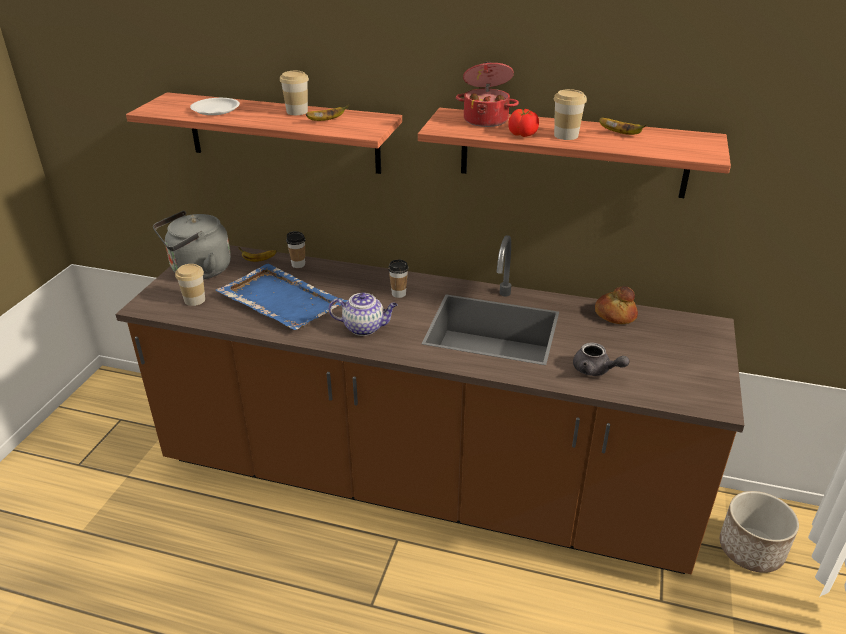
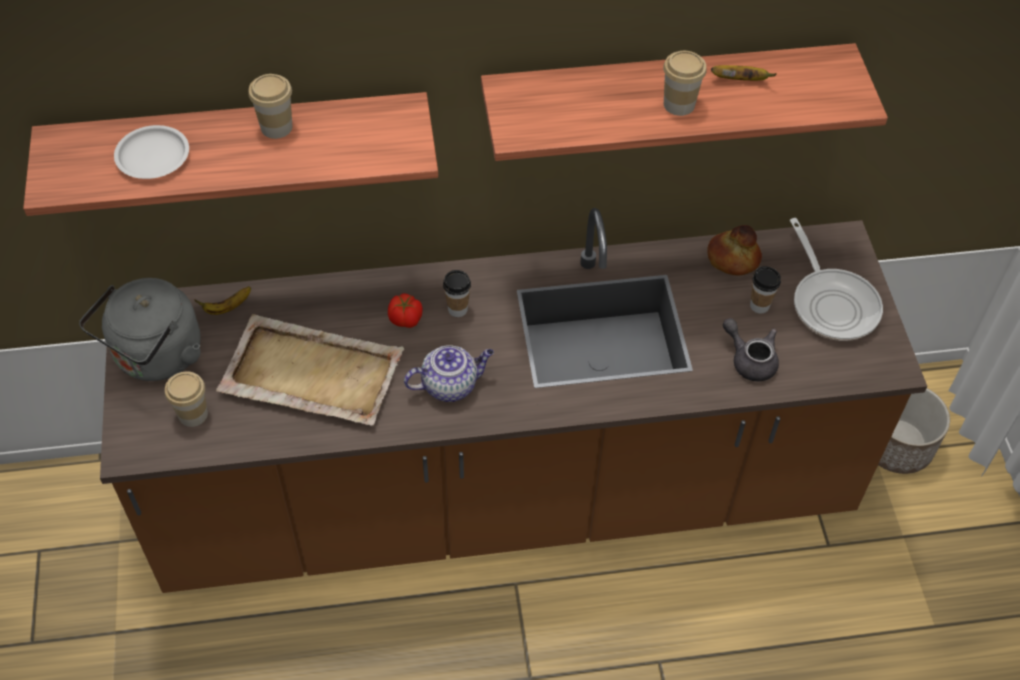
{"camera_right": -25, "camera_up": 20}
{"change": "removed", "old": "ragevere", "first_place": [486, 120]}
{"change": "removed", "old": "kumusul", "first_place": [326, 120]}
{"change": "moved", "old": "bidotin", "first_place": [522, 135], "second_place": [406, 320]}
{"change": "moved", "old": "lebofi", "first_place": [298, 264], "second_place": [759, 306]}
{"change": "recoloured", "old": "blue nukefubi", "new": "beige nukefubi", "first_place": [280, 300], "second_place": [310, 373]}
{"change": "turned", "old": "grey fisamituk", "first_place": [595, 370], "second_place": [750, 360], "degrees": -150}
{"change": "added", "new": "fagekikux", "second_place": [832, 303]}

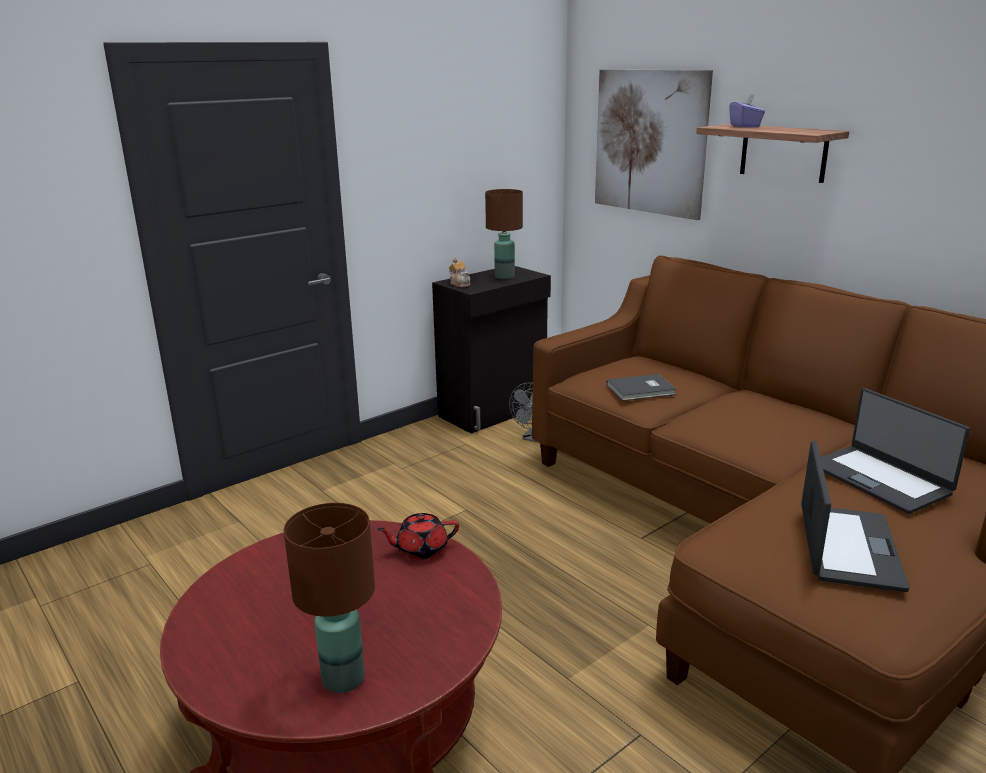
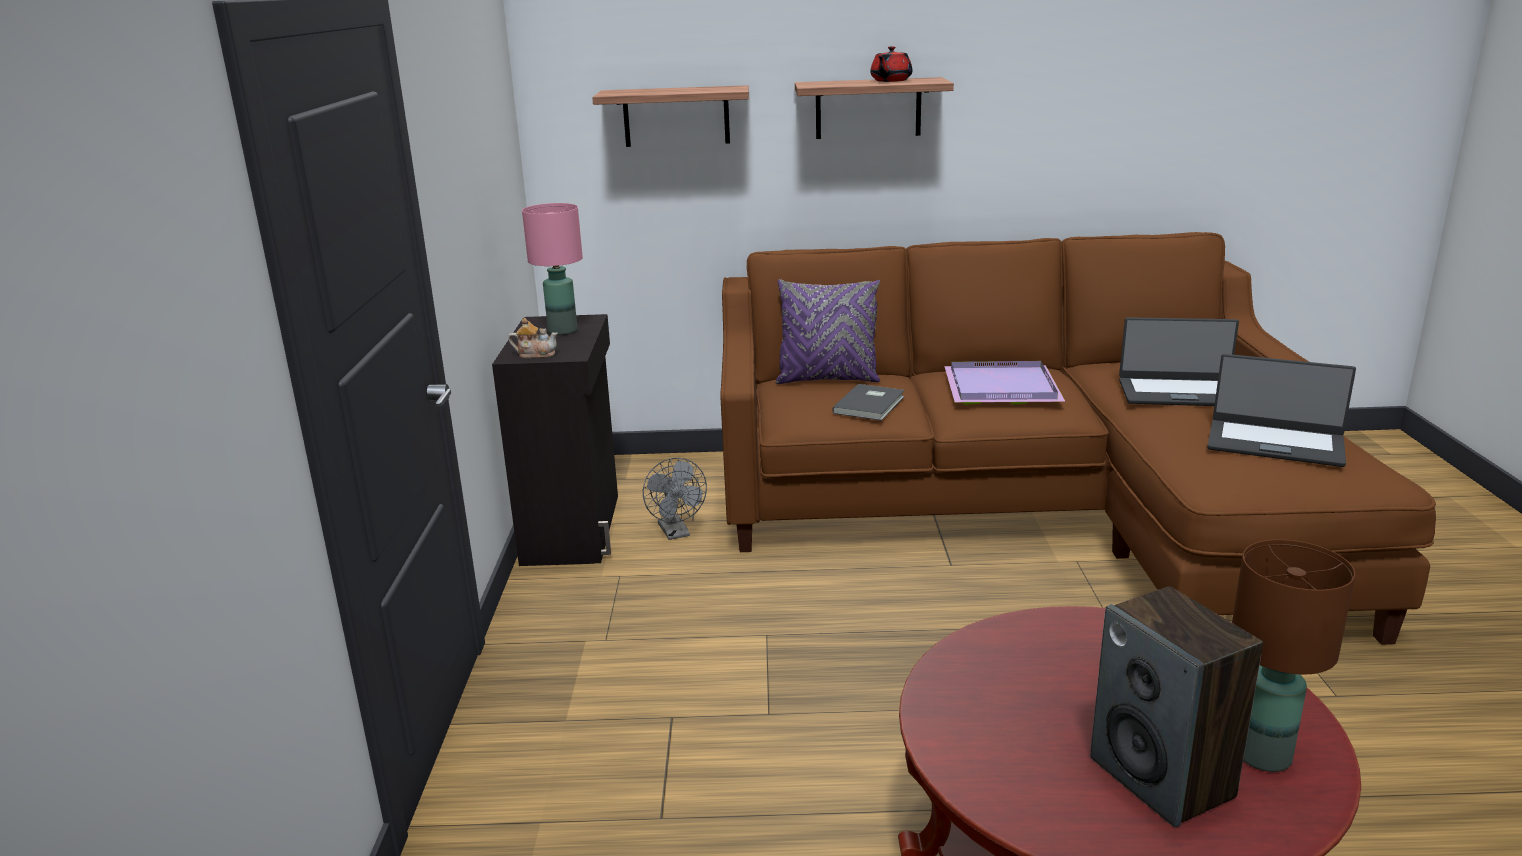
{"camera_right": -50, "camera_up": 0}
{"change": "replaced", "old": "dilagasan", "new": "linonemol", "first_place": [650, 142], "second_place": [676, 116]}
{"change": "removed", "old": "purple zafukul", "first_place": [745, 126]}
{"change": "recoloured", "old": "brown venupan", "new": "pink venupan", "first_place": [504, 277], "second_place": [562, 331]}
{"change": "turned", "old": "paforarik", "first_place": [847, 547], "second_place": [1275, 443], "degrees": 150}
{"change": "moved", "old": "red fisamituk", "first_place": [421, 549], "second_place": [890, 81]}
{"change": "added", "new": "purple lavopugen", "second_place": [827, 379]}
{"change": "added", "new": "purple nukefubi", "second_place": [1000, 388]}
{"change": "added", "new": "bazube", "second_place": [1163, 778]}

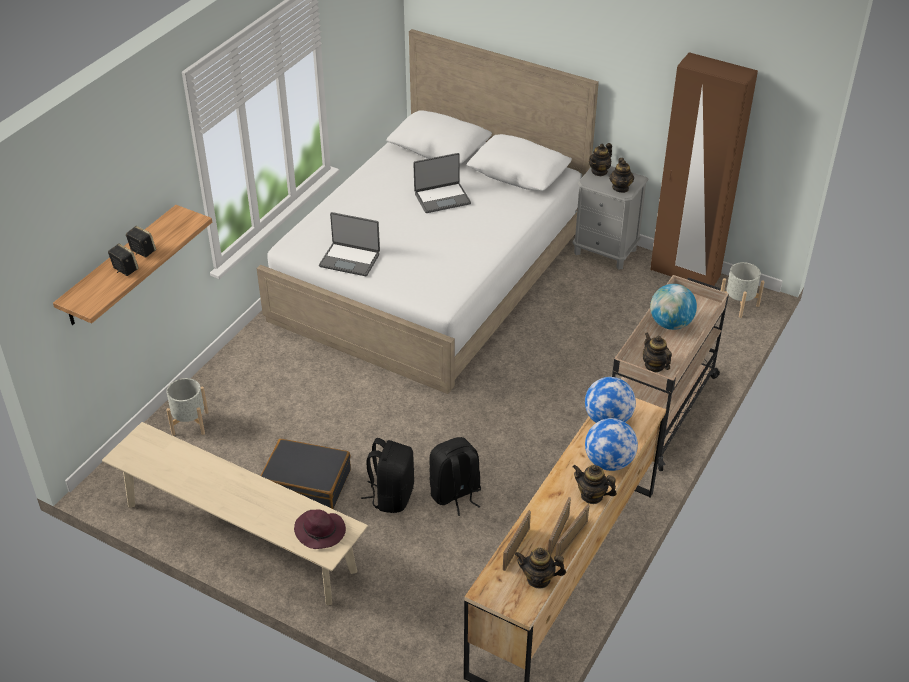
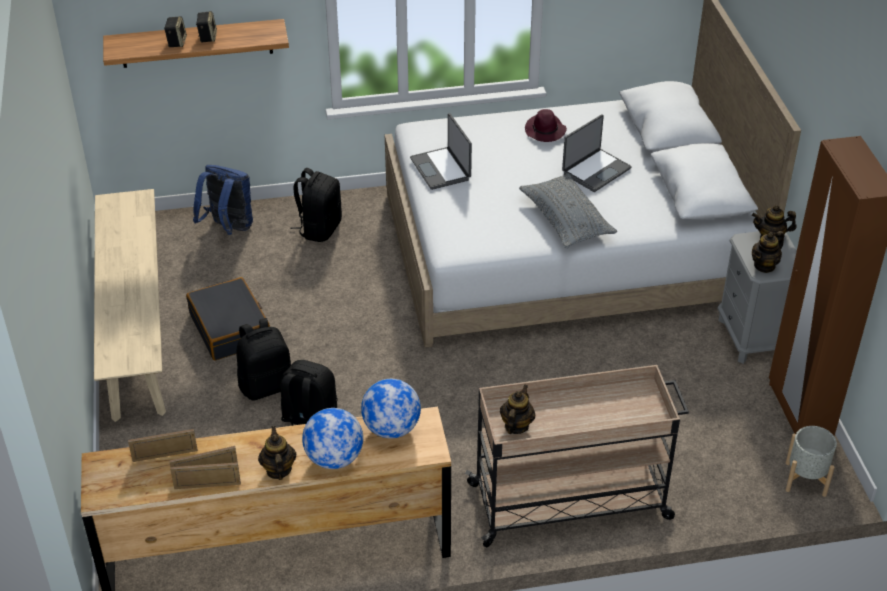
{"camera_right": 50, "camera_up": 0}
{"change": "turned", "old": "paforarik", "first_place": [442, 198], "second_place": [595, 170], "degrees": -75}
{"change": "removed", "old": "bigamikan", "first_place": [670, 324]}
{"change": "replaced", "old": "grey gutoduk", "new": "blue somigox", "first_place": [190, 423], "second_place": [228, 228]}
{"change": "moved", "old": "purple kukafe", "first_place": [320, 531], "second_place": [545, 131]}
{"change": "removed", "old": "fisamituk", "first_place": [539, 579]}
{"change": "added", "new": "black somigox", "second_place": [319, 229]}
{"change": "added", "new": "grey lavopugen", "second_place": [566, 220]}

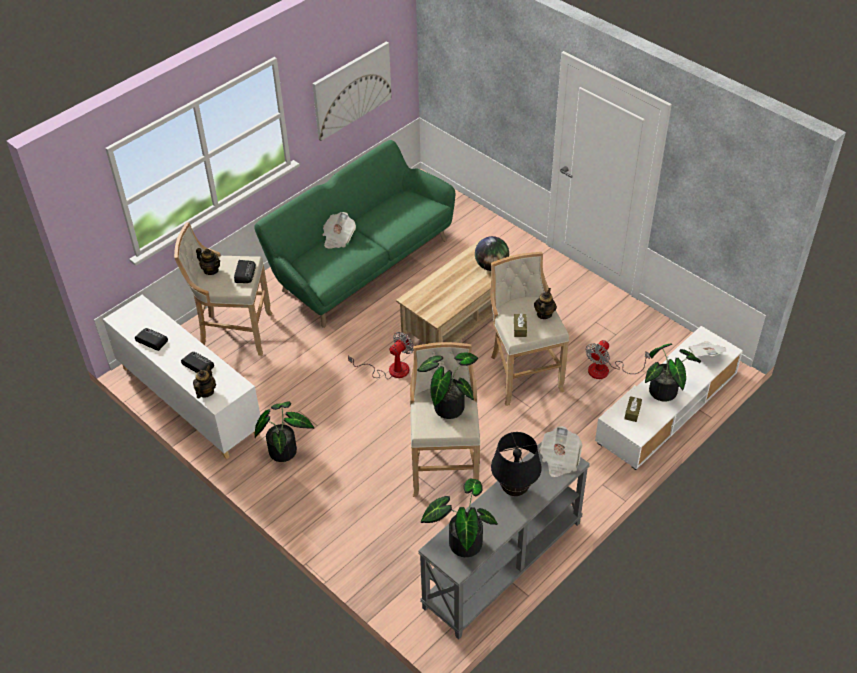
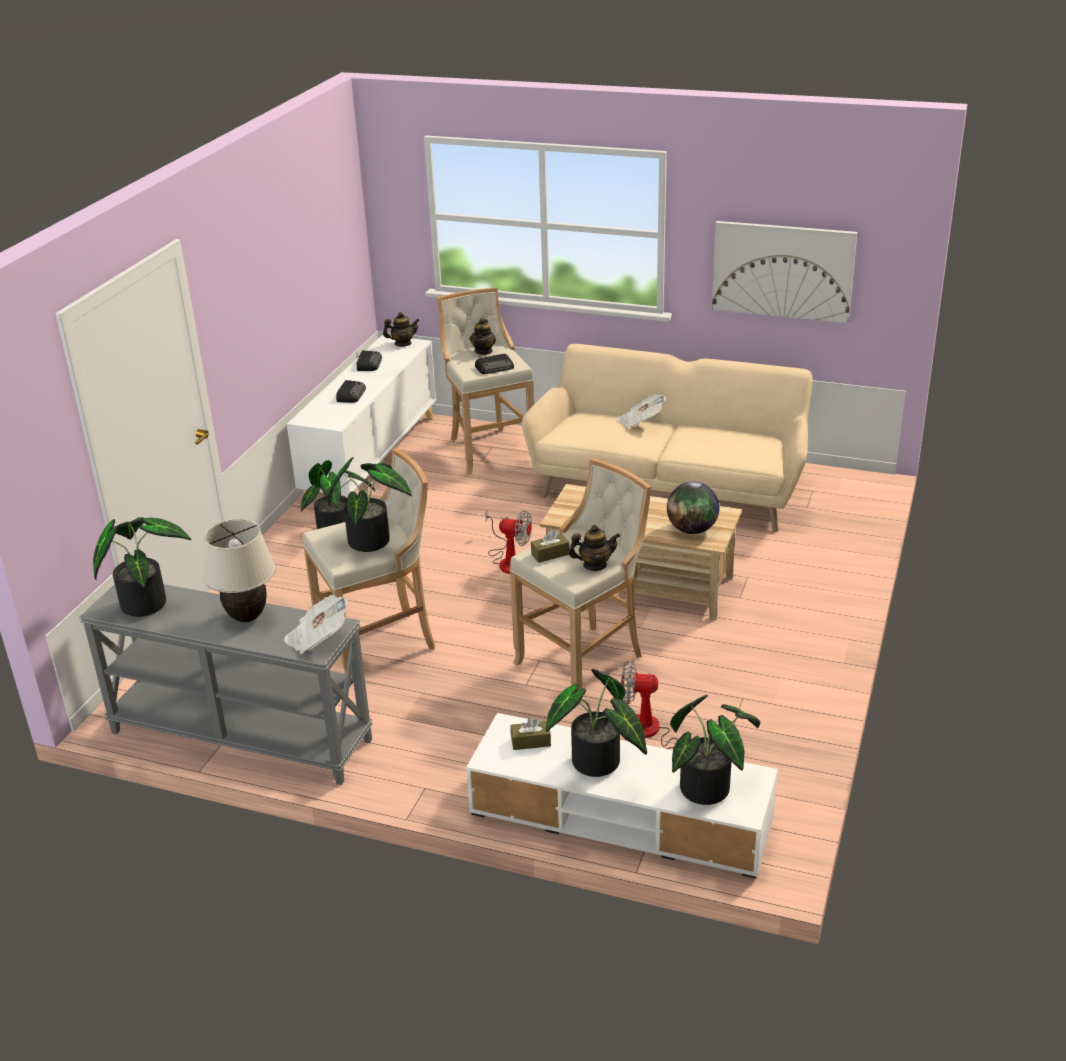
{"camera_right": 65, "camera_up": -15}
{"change": "recoloured", "old": "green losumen", "new": "beige losumen", "first_place": [360, 264], "second_place": [670, 487]}
{"change": "replaced", "old": "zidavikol", "new": "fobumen", "first_place": [705, 355], "second_place": [711, 788]}
{"change": "moved", "old": "fisamituk", "first_place": [206, 392], "second_place": [403, 344]}
{"change": "recoloured", "old": "black venupan", "new": "beige venupan", "first_place": [514, 490], "second_place": [246, 617]}

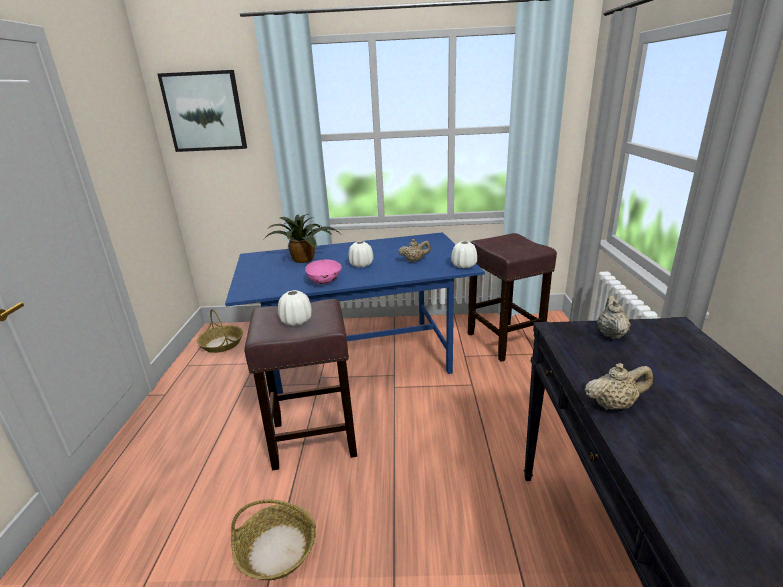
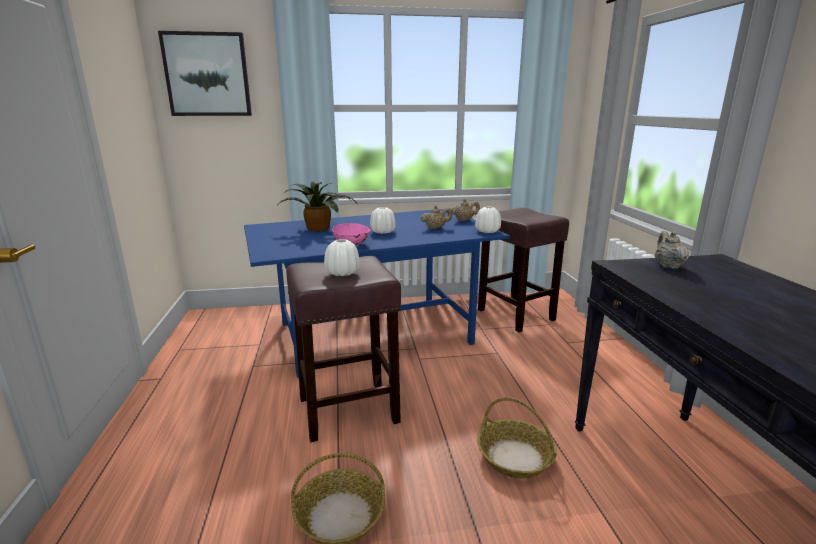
{"camera_right": -10, "camera_up": -5}
{"change": "moved", "old": "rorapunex", "first_place": [222, 344], "second_place": [515, 457]}
{"change": "moved", "old": "beige fisamituk", "first_place": [614, 405], "second_place": [464, 220]}

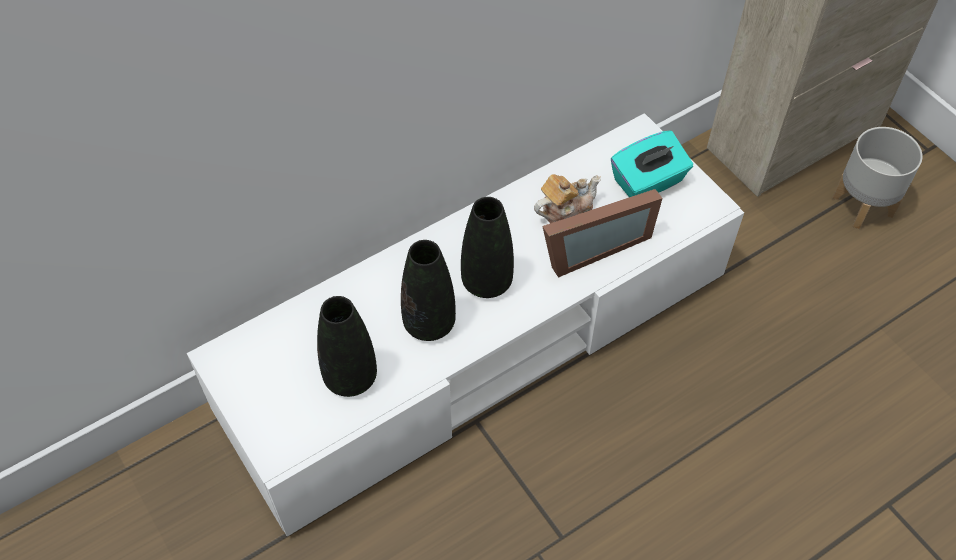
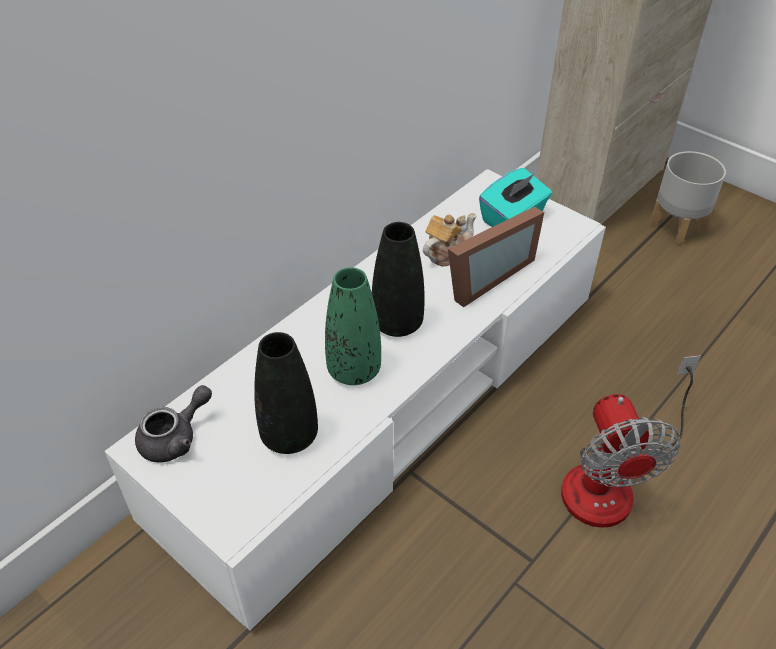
{"camera_right": -15, "camera_up": -10}
{"change": "recoloured", "old": "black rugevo", "new": "green rugevo", "first_place": [429, 323], "second_place": [354, 370]}
{"change": "added", "new": "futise", "second_place": [612, 479]}
{"change": "added", "new": "grey fisamituk", "second_place": [176, 438]}

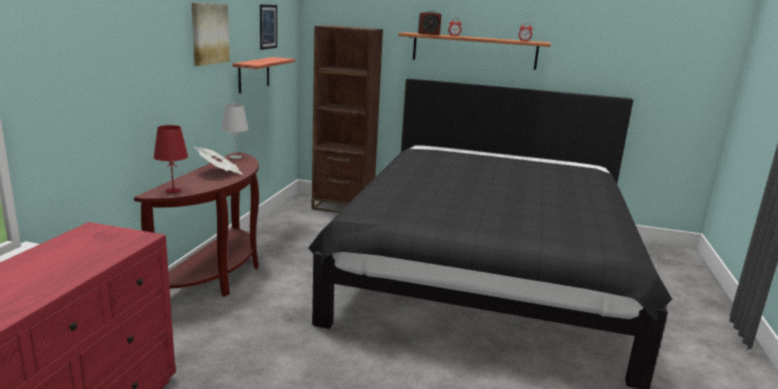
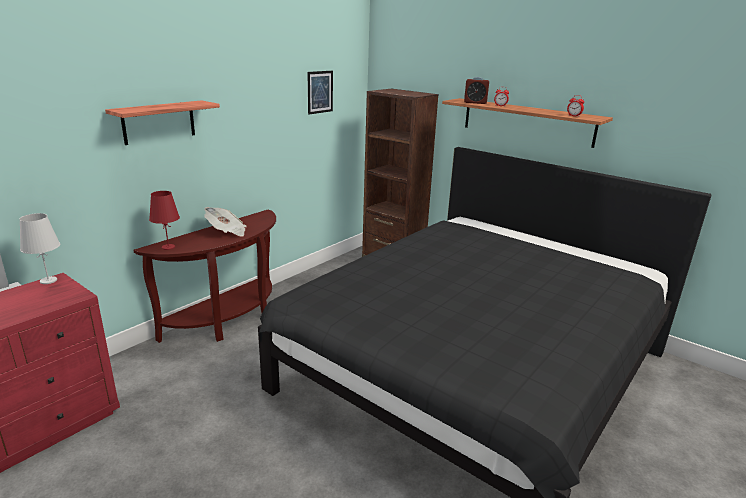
{"camera_right": 25, "camera_up": 5}
{"change": "removed", "old": "dilagasan", "first_place": [209, 33]}
{"change": "moved", "old": "linonemol", "first_place": [254, 74], "second_place": [159, 122]}
{"change": "moved", "old": "white venupan", "first_place": [235, 157], "second_place": [48, 280]}

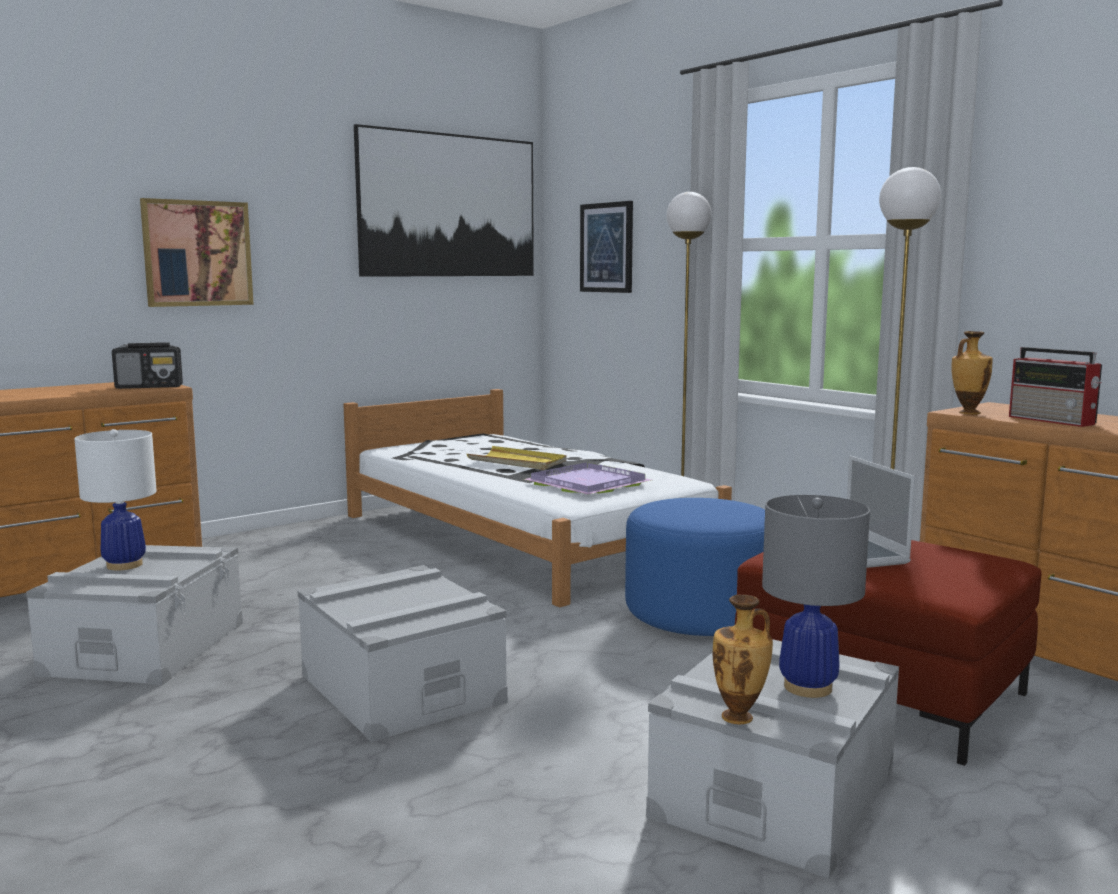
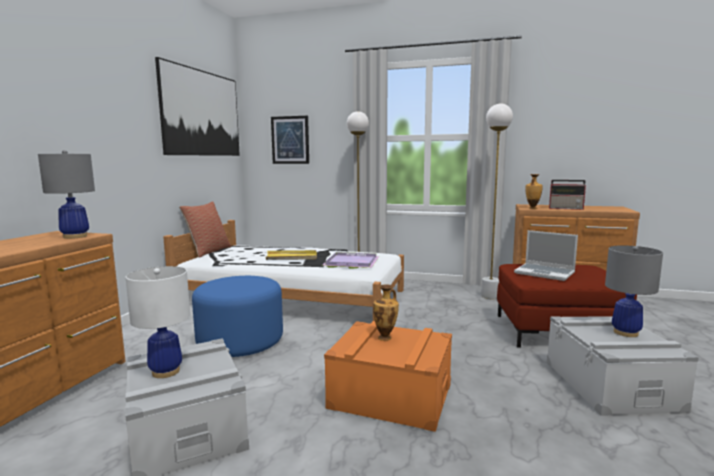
{"camera_right": -35, "camera_up": 0}
{"change": "removed", "old": "dilagasan", "first_place": [197, 253]}
{"change": "replaced", "old": "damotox", "new": "grey venupan", "first_place": [150, 387], "second_place": [75, 236]}
{"change": "moved", "old": "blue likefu", "first_place": [700, 613], "second_place": [240, 341]}
{"change": "recoloured", "old": "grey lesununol", "new": "orange lesununol", "first_place": [401, 688], "second_place": [390, 396]}
{"change": "moved", "old": "rugevo", "first_place": [739, 718], "second_place": [385, 338]}
{"change": "added", "new": "lavopugen", "second_place": [208, 251]}

